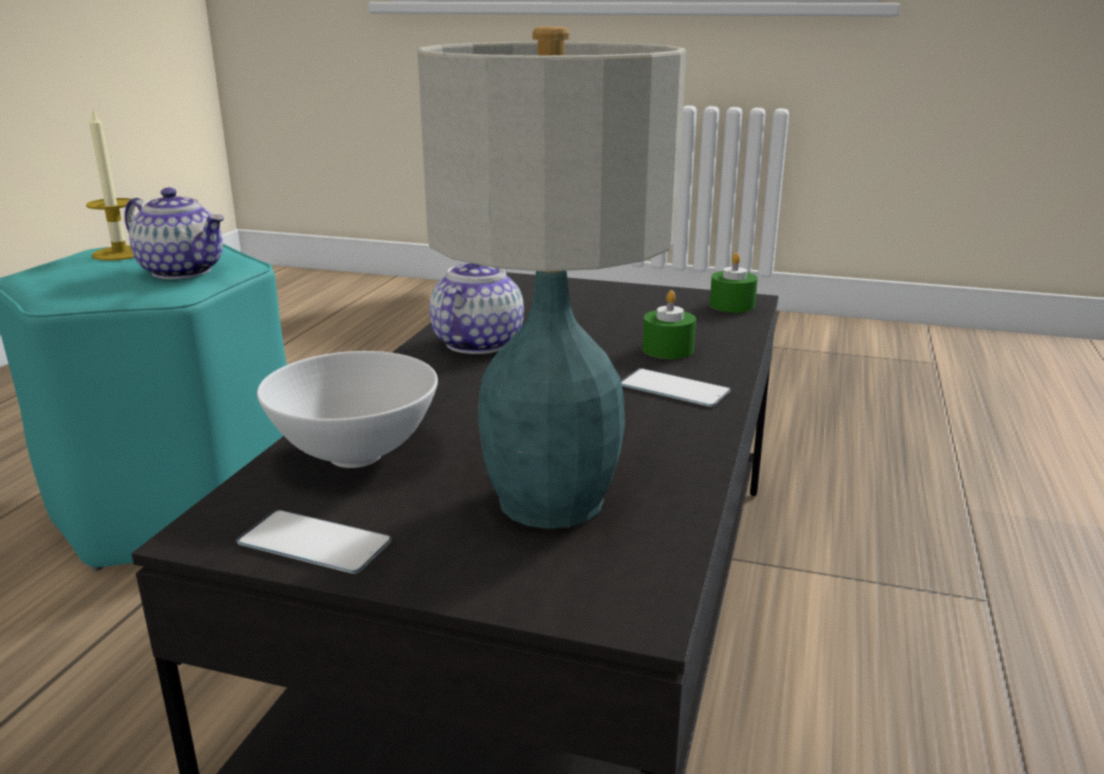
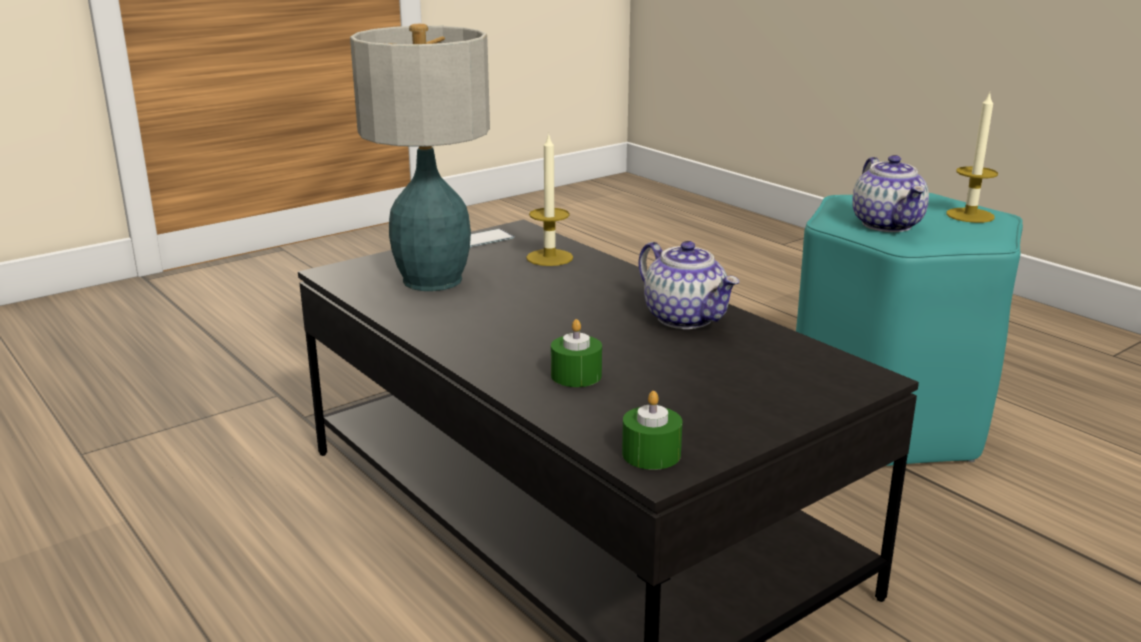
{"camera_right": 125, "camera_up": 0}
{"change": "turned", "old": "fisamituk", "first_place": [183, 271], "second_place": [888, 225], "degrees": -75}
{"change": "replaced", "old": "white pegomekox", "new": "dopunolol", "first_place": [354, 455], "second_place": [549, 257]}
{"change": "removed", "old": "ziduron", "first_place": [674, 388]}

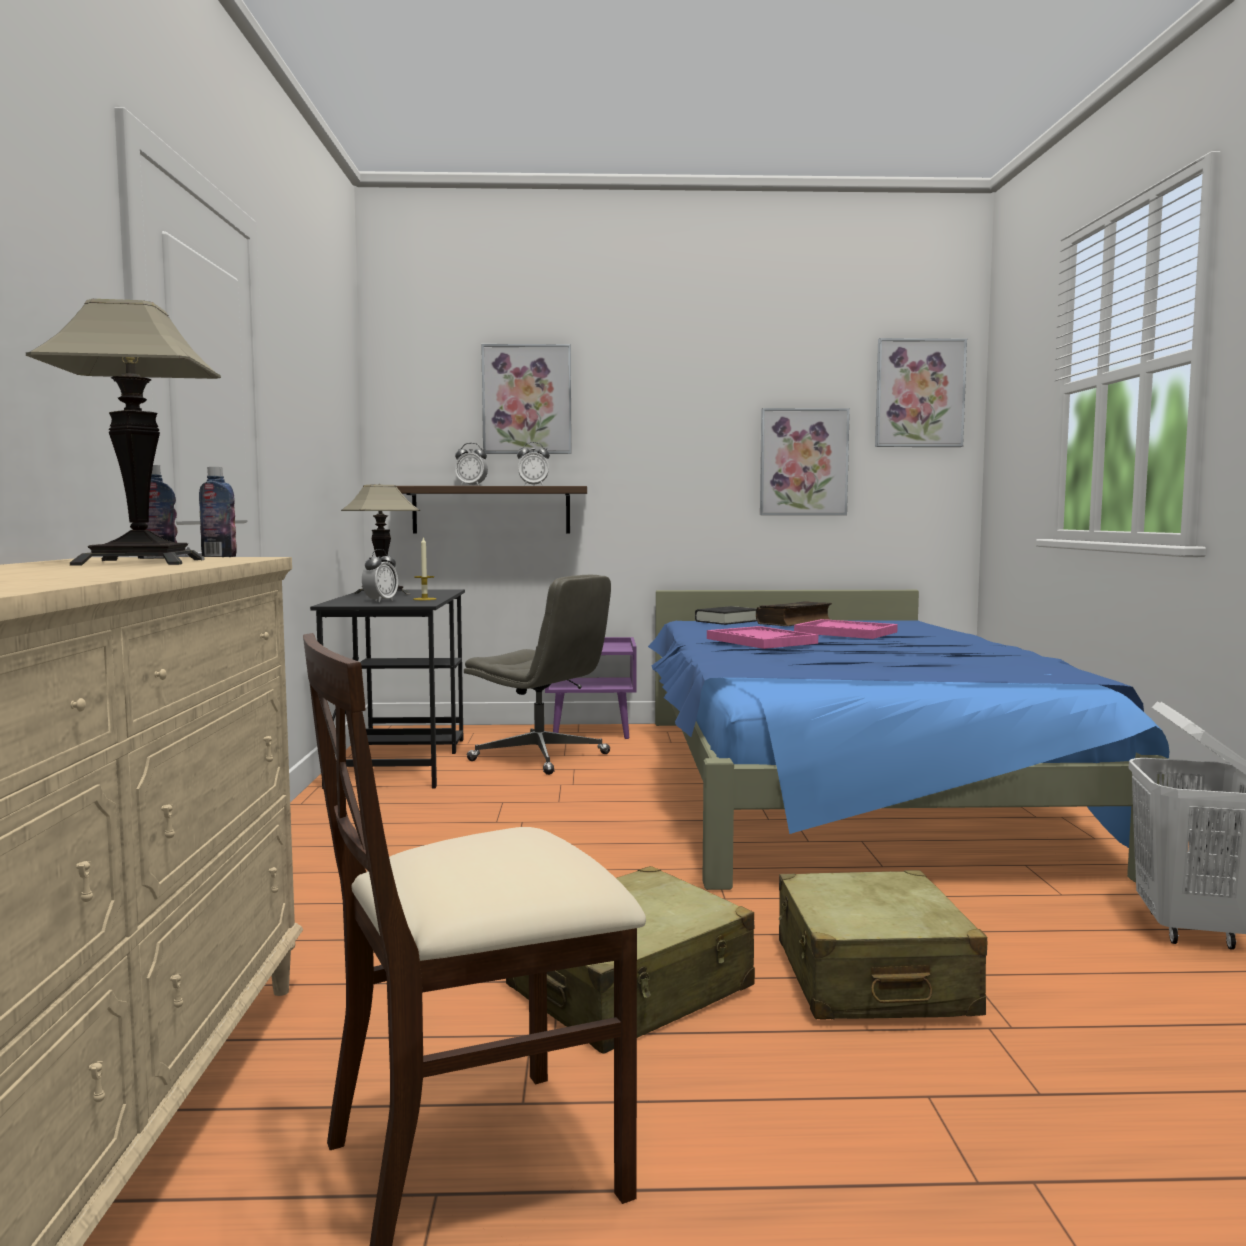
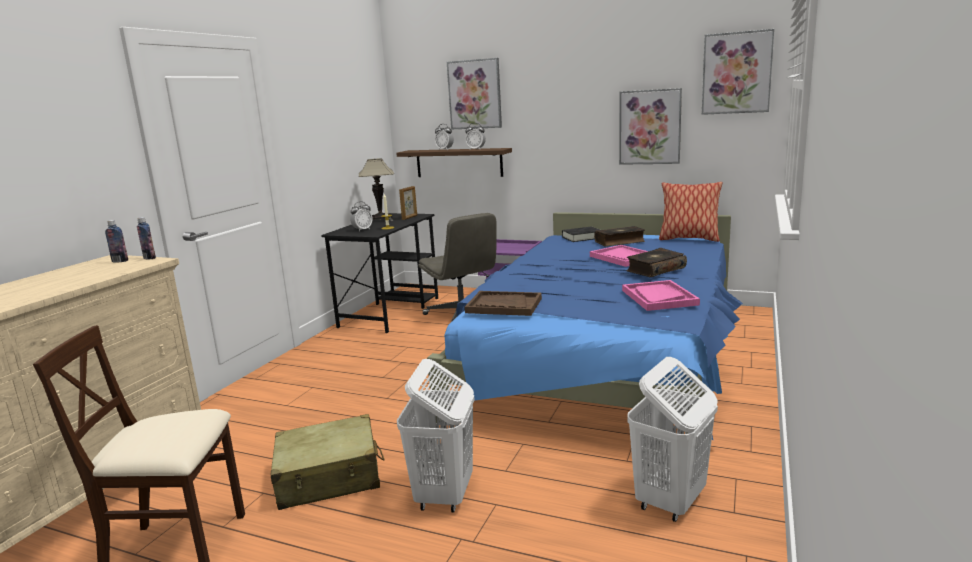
{"camera_right": 25, "camera_up": 10}
{"change": "removed", "old": "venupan", "first_place": [140, 562]}
{"change": "moved", "old": "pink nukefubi", "first_place": [761, 641], "second_place": [659, 297]}
{"change": "replaced", "old": "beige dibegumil", "new": "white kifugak", "first_place": [872, 978], "second_place": [444, 495]}
{"change": "added", "new": "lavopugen", "second_place": [688, 239]}
{"change": "added", "new": "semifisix", "second_place": [410, 217]}
{"change": "added", "new": "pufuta", "second_place": [655, 270]}
{"change": "added", "new": "brown nukefubi", "second_place": [503, 305]}

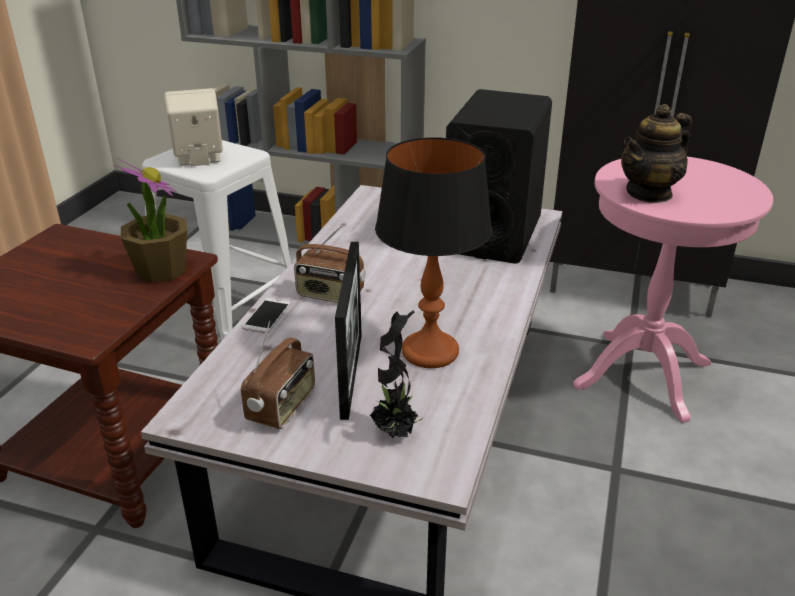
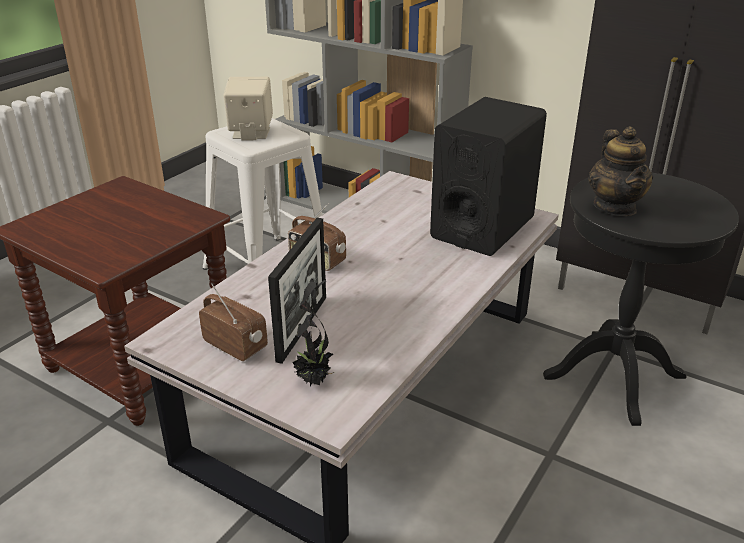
{"camera_right": 15, "camera_up": 0}
{"change": "turned", "old": "fisamituk", "first_place": [649, 193], "second_place": [615, 207], "degrees": -75}
{"change": "removed", "old": "venupan", "first_place": [429, 351]}
{"change": "recoloured", "old": "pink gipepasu", "new": "black gipepasu", "first_place": [643, 374], "second_place": [614, 376]}
{"change": "removed", "old": "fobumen", "first_place": [161, 270]}
{"change": "removed", "old": "ziduron", "first_place": [267, 316]}
{"change": "turned", "old": "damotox", "first_place": [282, 407], "second_place": [236, 345], "degrees": -90}

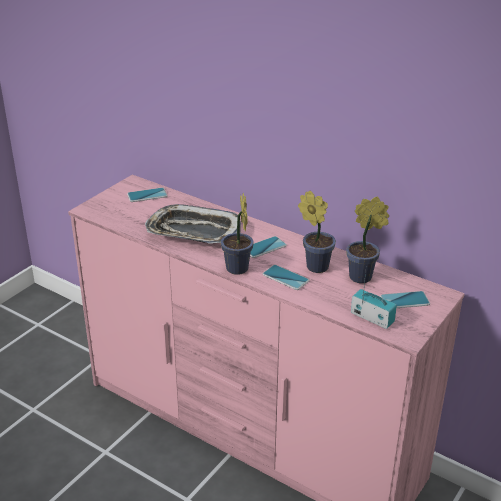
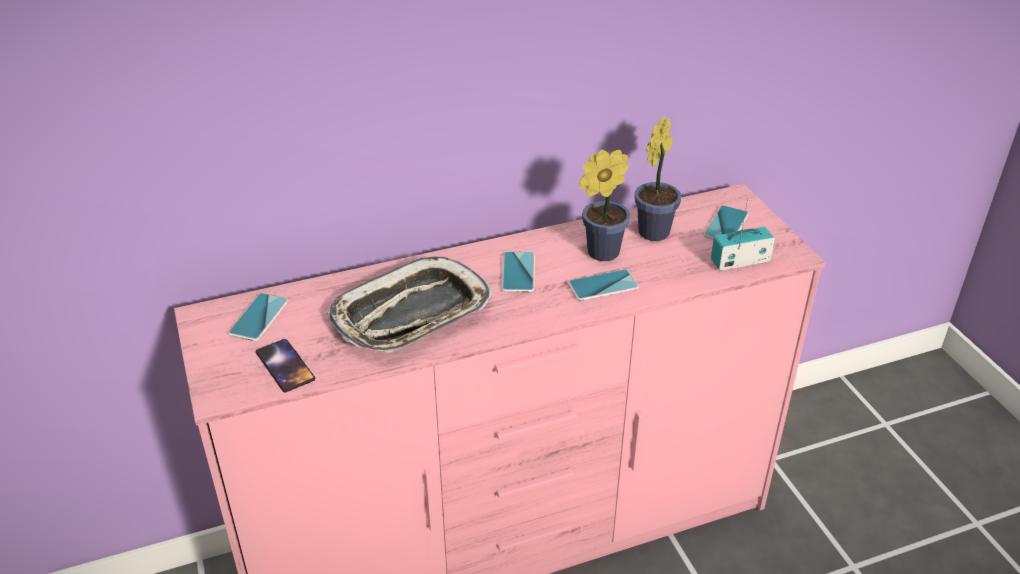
{"camera_right": -55, "camera_up": 5}
{"change": "removed", "old": "fobumen", "first_place": [237, 270]}
{"change": "added", "new": "ziduron", "second_place": [285, 366]}

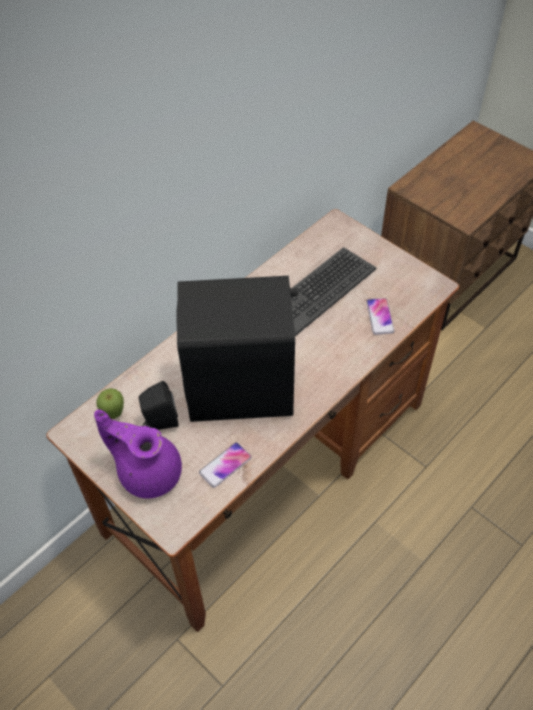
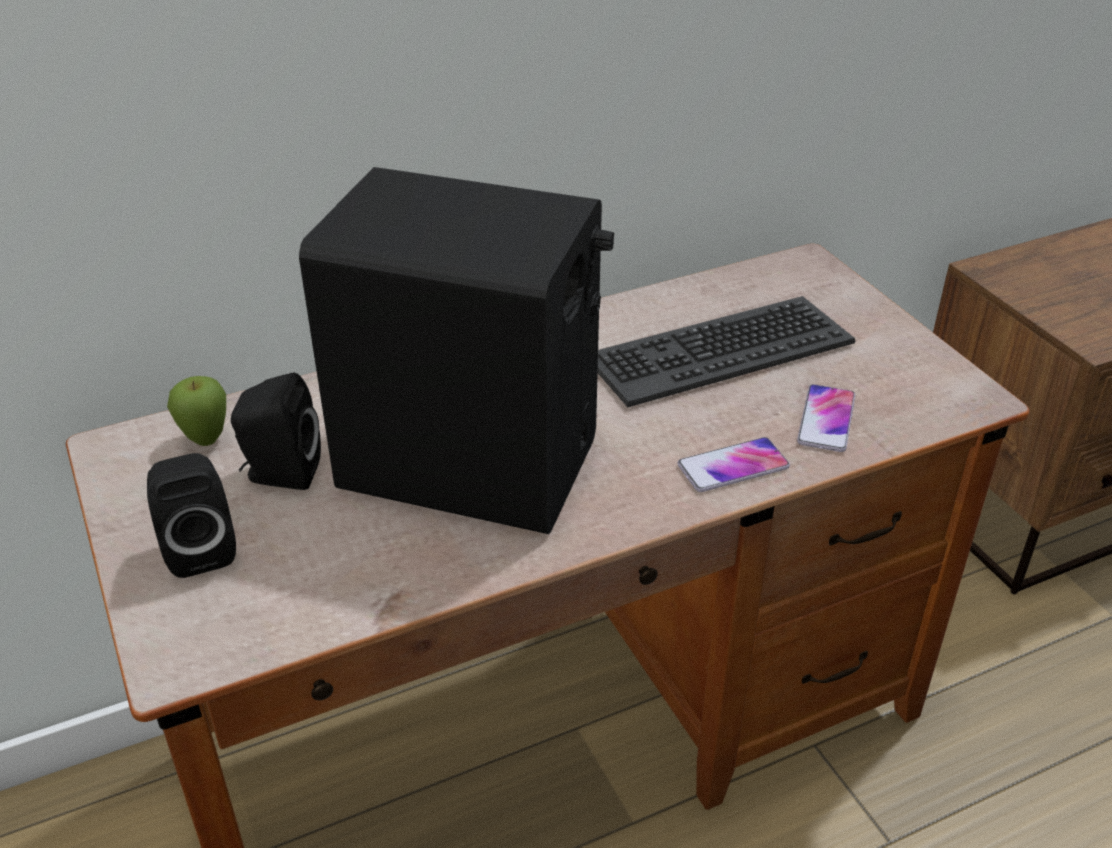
{"camera_right": 20, "camera_up": -15}
{"change": "replaced", "old": "purple fisamituk", "new": "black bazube", "first_place": [148, 471], "second_place": [199, 548]}
{"change": "moved", "old": "ziduron", "first_place": [225, 465], "second_place": [733, 466]}

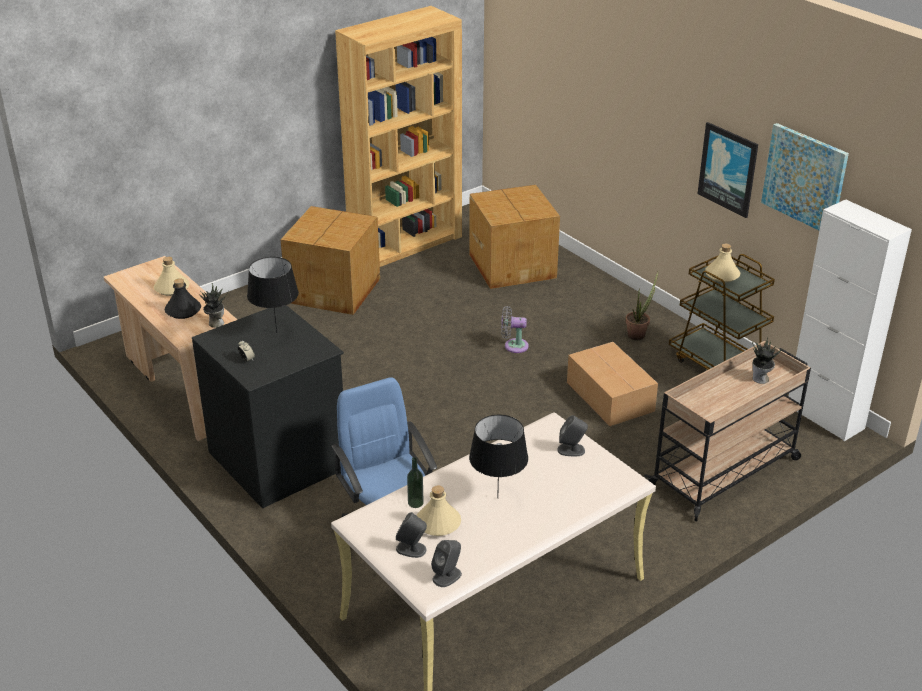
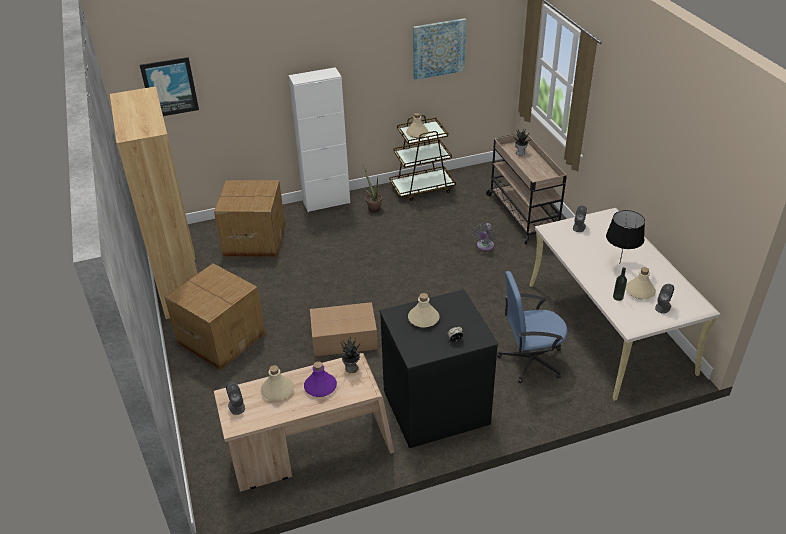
{"camera_right": -70, "camera_up": 5}
{"change": "moved", "old": "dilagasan", "first_place": [728, 169], "second_place": [169, 87]}
{"change": "moved", "old": "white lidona", "first_place": [825, 417], "second_place": [326, 202]}
{"change": "replaced", "old": "black venupan", "new": "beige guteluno", "first_place": [276, 333], "second_place": [423, 319]}
{"change": "recoloured", "old": "black guteluno", "new": "purple guteluno", "first_place": [183, 311], "second_place": [320, 386]}
{"change": "moved", "old": "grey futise", "first_place": [513, 346], "second_place": [484, 246]}
{"change": "moved", "old": "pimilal", "first_place": [610, 397], "second_place": [345, 338]}
{"change": "moved", "old": "grey bazube", "first_place": [447, 576], "second_place": [236, 406]}

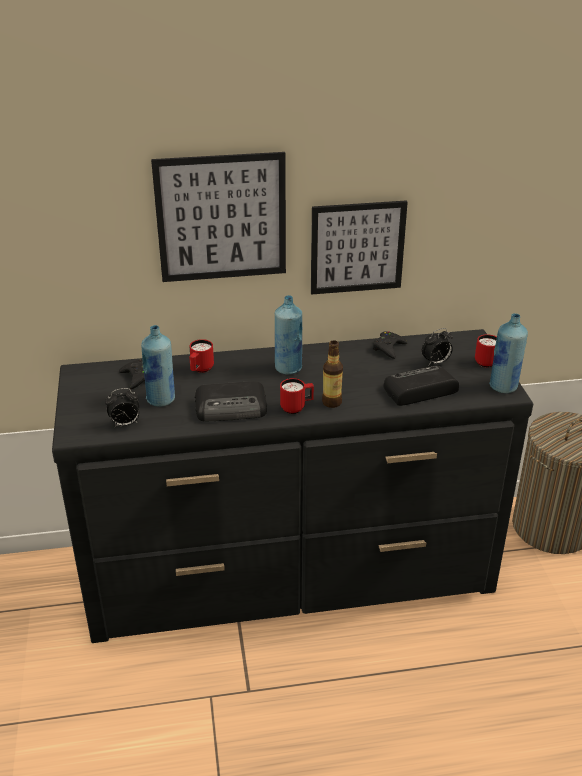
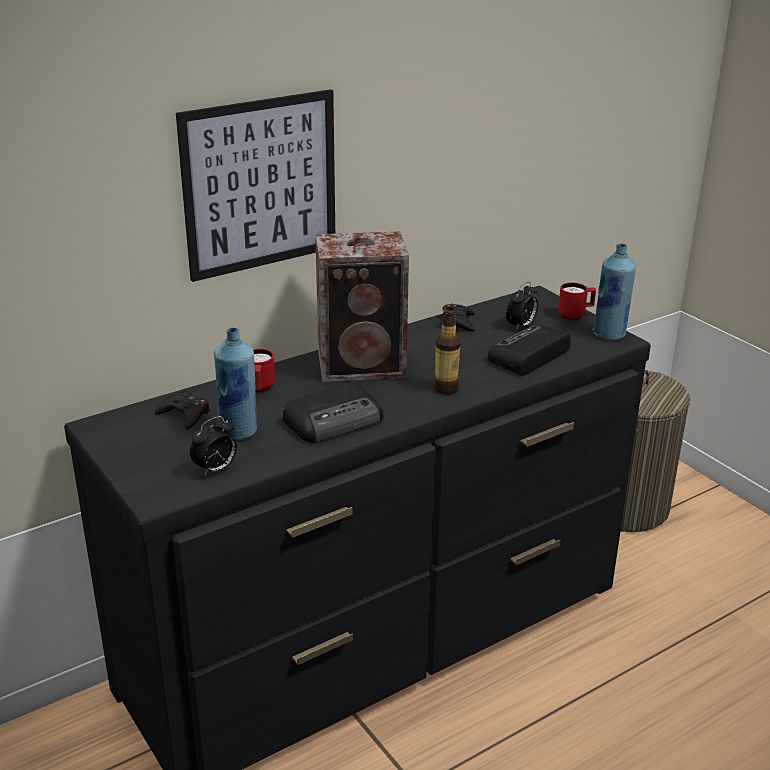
{"camera_right": -25, "camera_up": -5}
{"change": "removed", "old": "dilagasan", "first_place": [357, 247]}
{"change": "replaced", "old": "blue guteluno", "new": "bazube", "first_place": [288, 368], "second_place": [364, 365]}
{"change": "removed", "old": "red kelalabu", "first_place": [296, 408]}

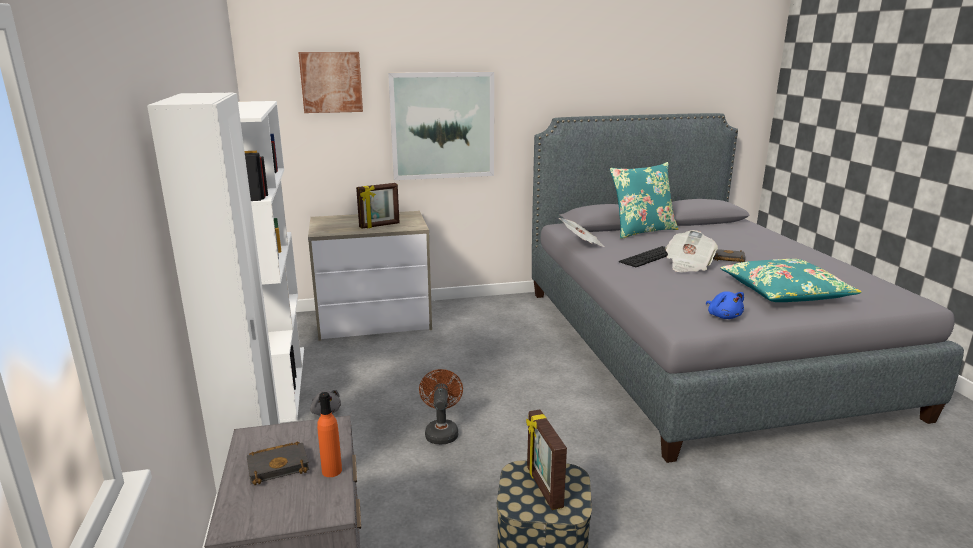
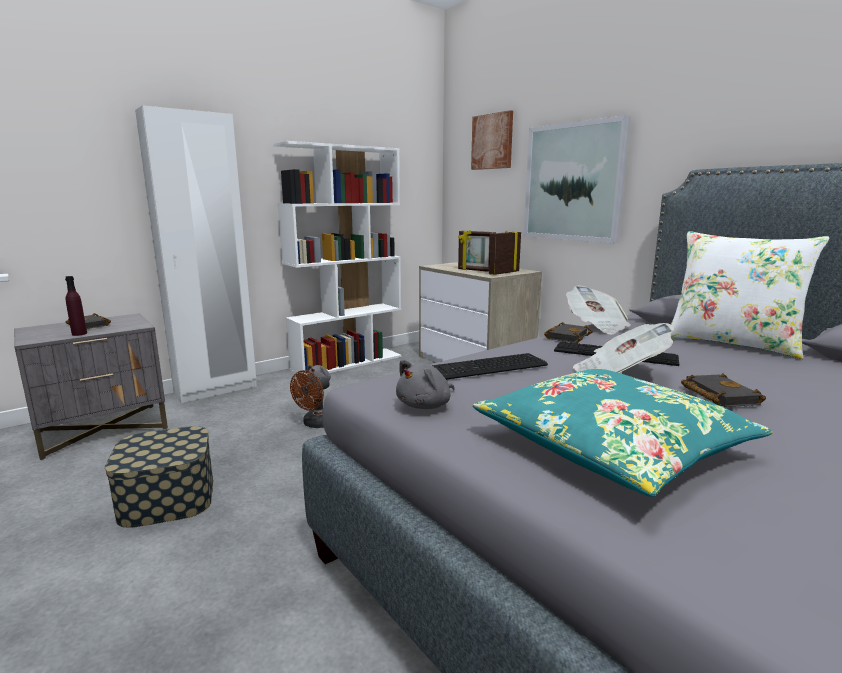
{"camera_right": 65, "camera_up": -5}
{"change": "recoloured", "old": "turquoise lavopugen", "new": "white lavopugen", "first_place": [642, 231], "second_place": [731, 343]}
{"change": "recoloured", "old": "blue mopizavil", "new": "grey mopizavil", "first_place": [723, 316], "second_place": [426, 405]}
{"change": "turned", "old": "brown futise", "first_place": [441, 431], "second_place": [315, 424], "degrees": 150}
{"change": "recoloured", "old": "orange guteluno", "new": "purple guteluno", "first_place": [332, 471], "second_place": [79, 334]}
{"change": "moved", "old": "semifisix", "first_place": [543, 487], "second_place": [503, 273]}
{"change": "added", "new": "black pufuta", "second_place": [566, 336]}
{"change": "added", "new": "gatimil", "second_place": [486, 367]}

